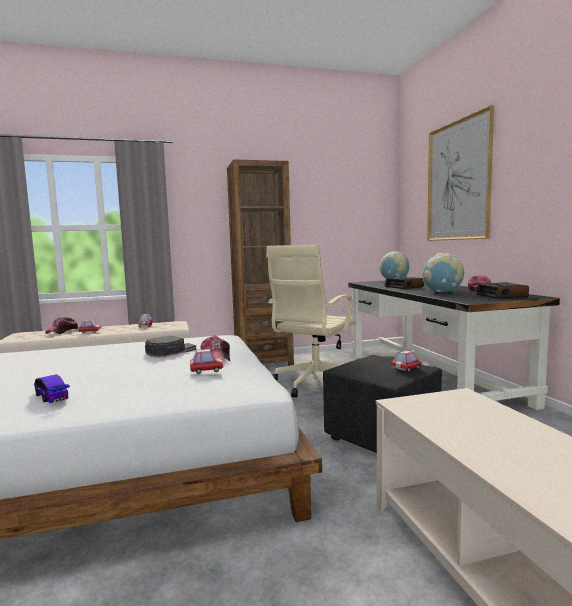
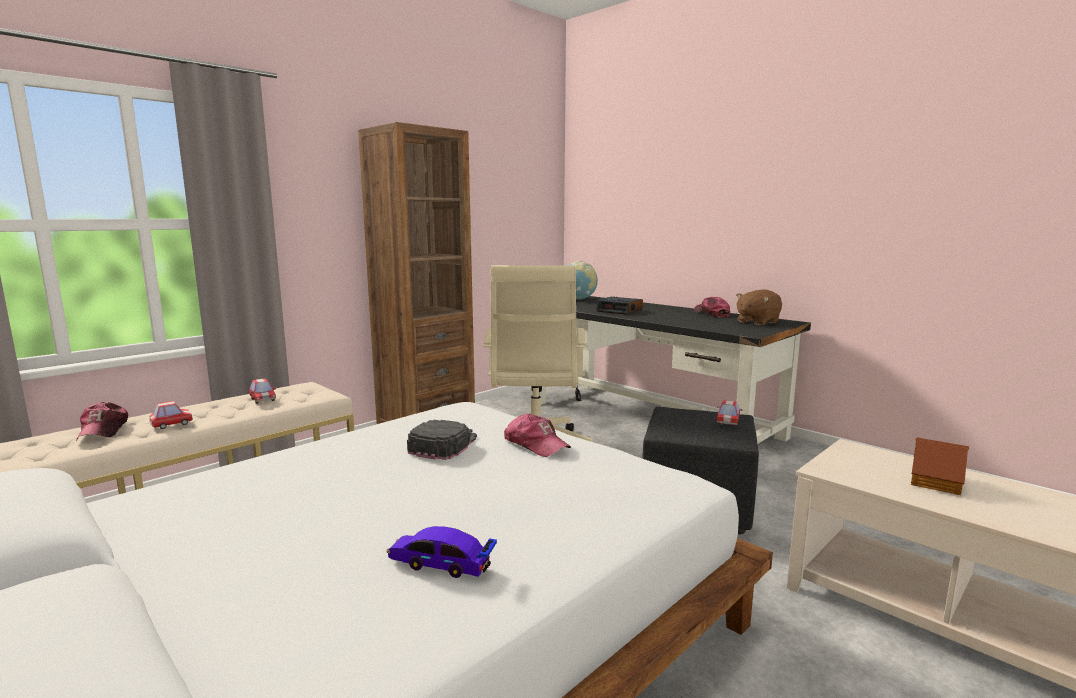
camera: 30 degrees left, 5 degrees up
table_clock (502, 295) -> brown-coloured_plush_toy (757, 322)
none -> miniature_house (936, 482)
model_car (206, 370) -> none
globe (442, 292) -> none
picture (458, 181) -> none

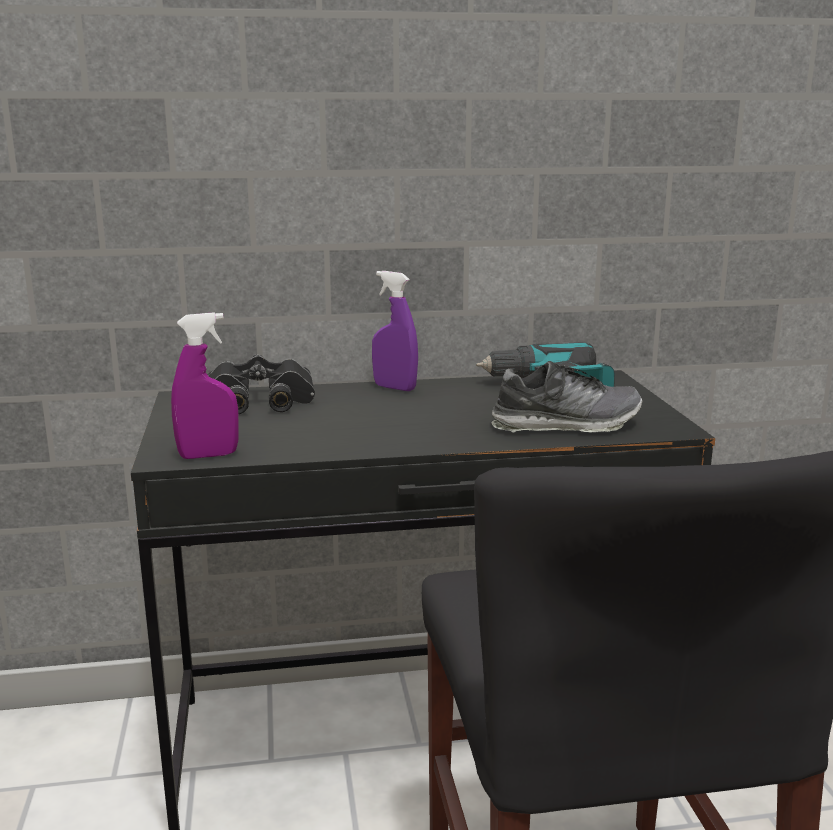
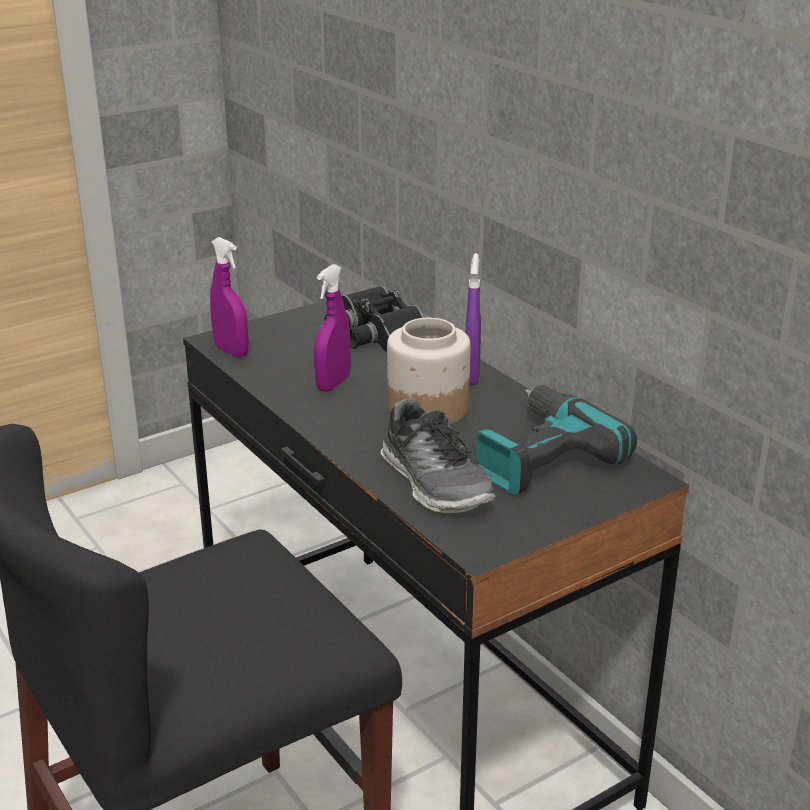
camera: 65 degrees right, 10 degrees up
none -> purplish_sprayer (333, 384)
none -> jar (427, 409)

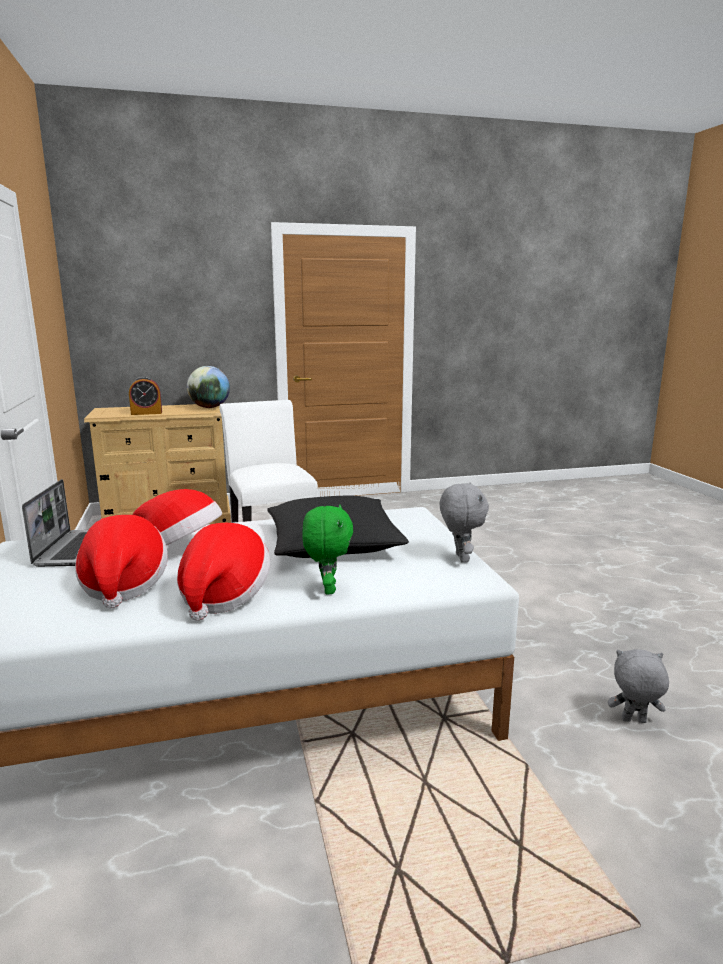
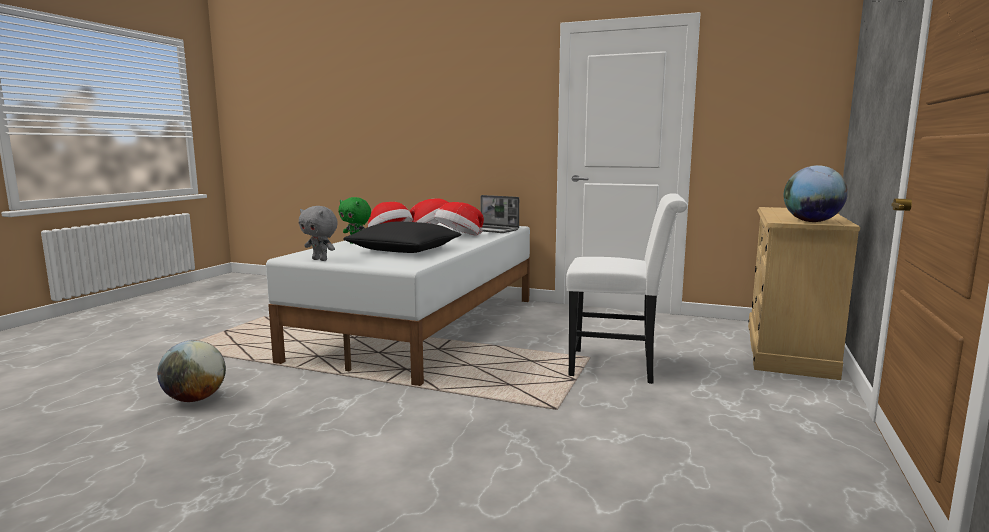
camera: 125 degrees right, 5 degrees down
greyish_plush_toy (633, 721) -> globe (195, 399)
table_clock (146, 413) -> none

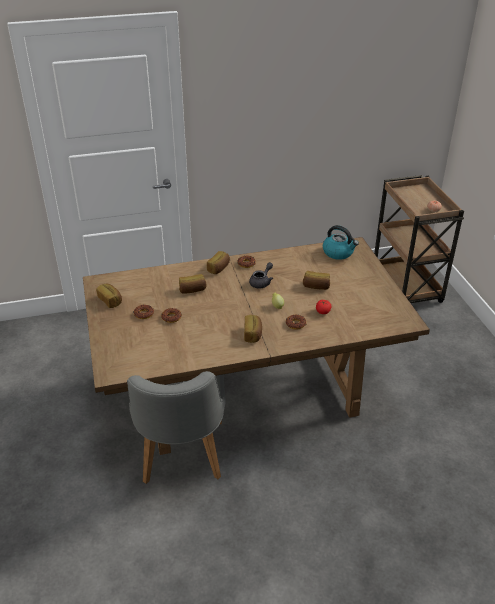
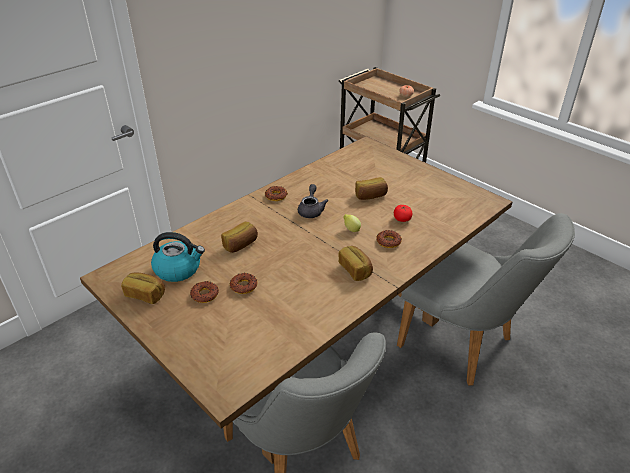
camera: 30 degrees left, 0 degrees up
kettle (338, 252) -> kettle (178, 269), moved
none -> greyish_chair (464, 346)
bakery_bread (219, 268) -> none

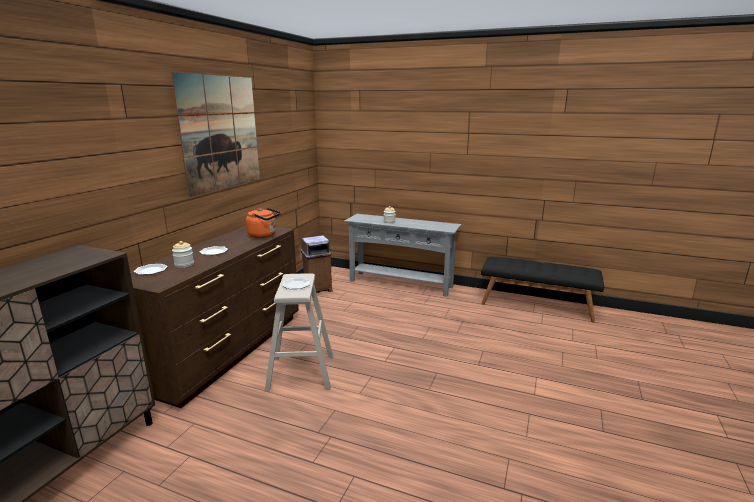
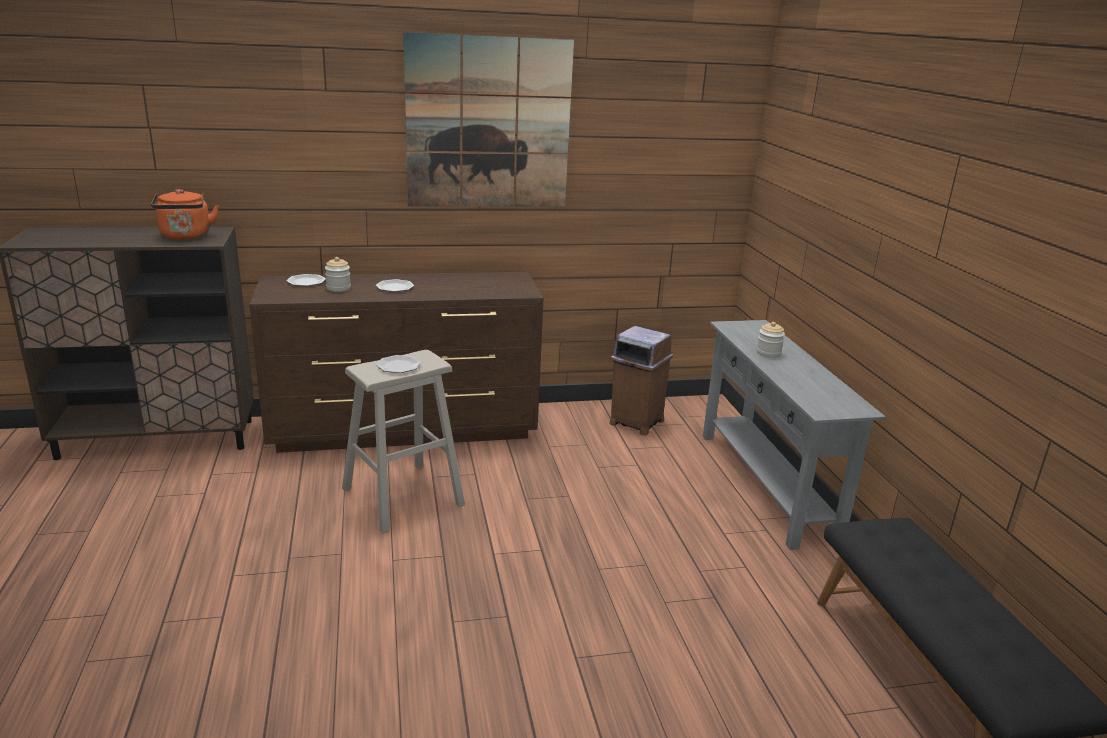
camera: 55 degrees right, 5 degrees up
orange_kettle (264, 235) -> orange_kettle (186, 237), moved

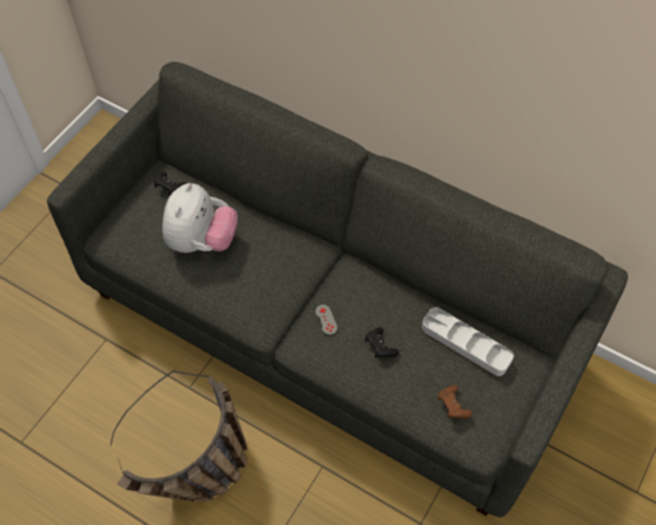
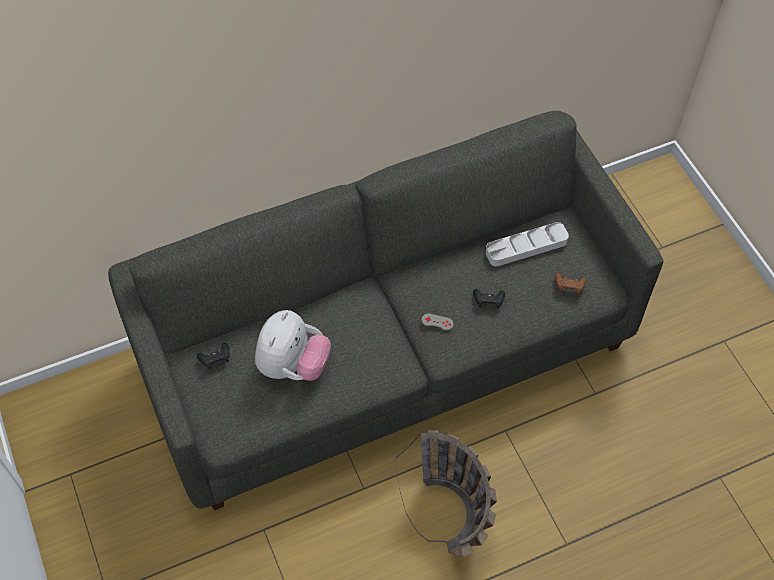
camera: 55 degrees left, 0 degrees up
plush_toy (202, 241) -> plush_toy (293, 365), 60 degrees clockwise

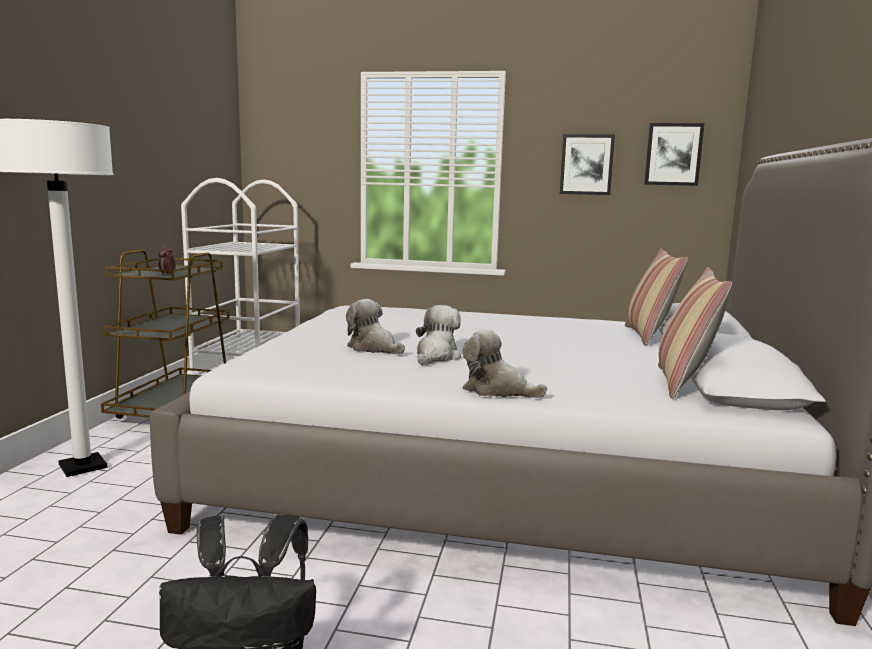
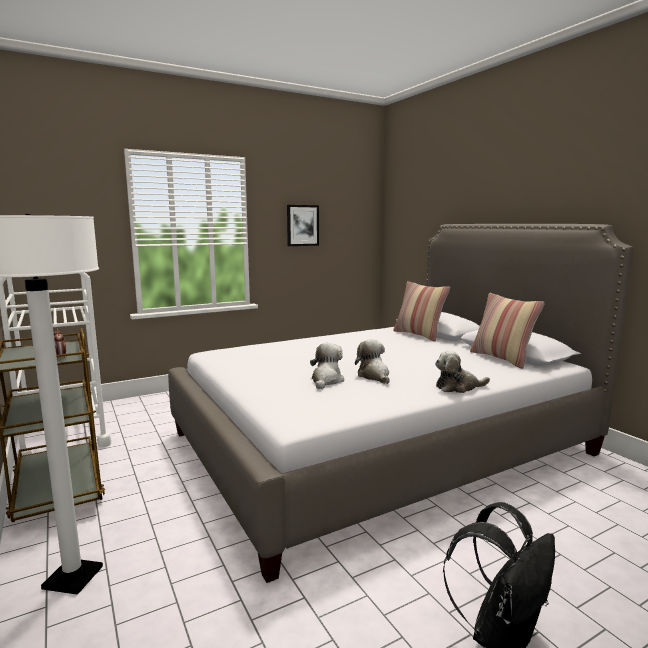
camera: 40 degrees left, 0 degrees up
plush_toy (374, 348) -> plush_toy (326, 380), 105 degrees clockwise
picture (673, 154) -> none

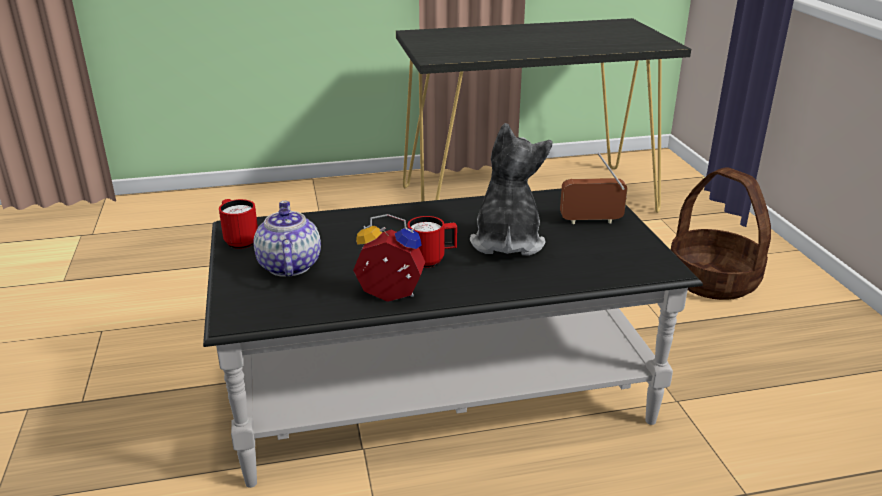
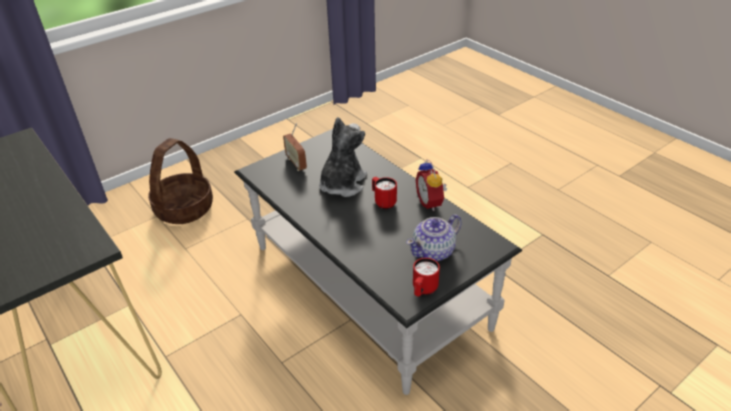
camera: 115 degrees left, 10 degrees up
plush_toy (506, 241) -> plush_toy (342, 184), 135 degrees clockwise

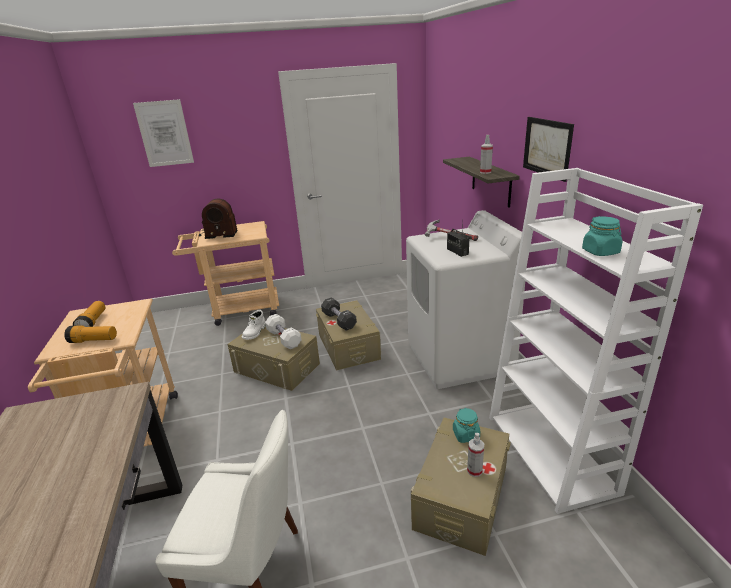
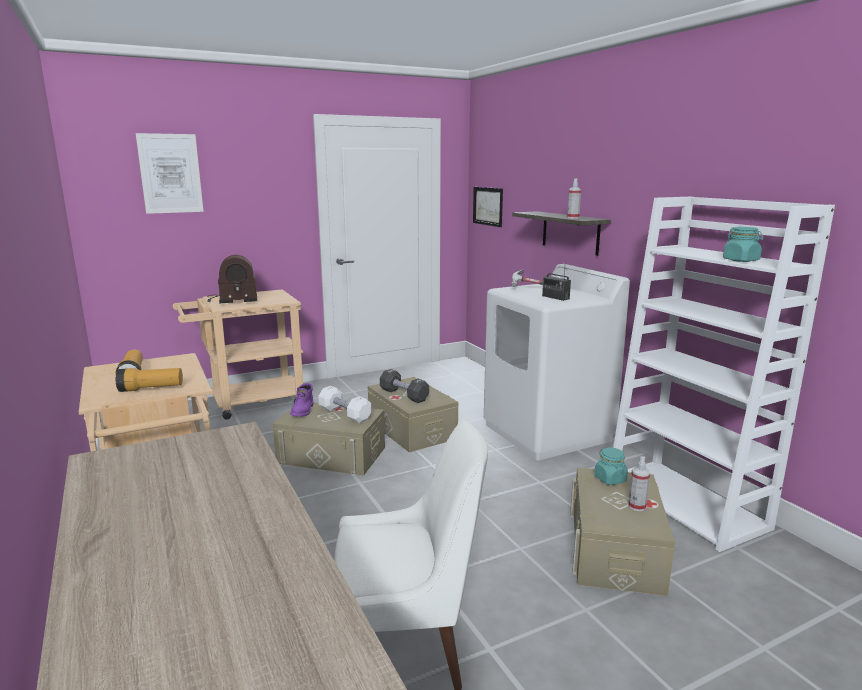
camera: 15 degrees left, 10 degrees down
white_tall_boot (255, 332) -> purplish_tall_boot (303, 411)
picture (547, 147) -> picture (488, 206), moved

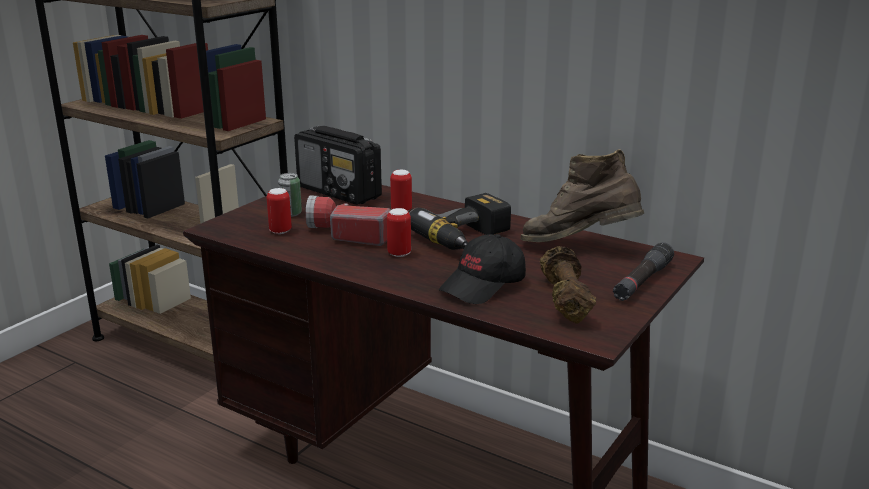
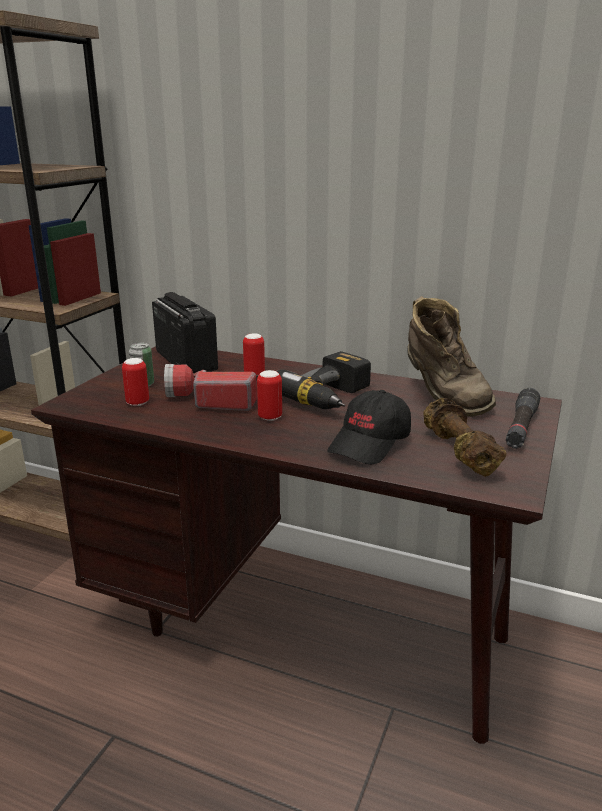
camera: 10 degrees left, 0 degrees up
radio (339, 192) -> radio (186, 361), 150 degrees counterclockwise
brown-coloured_tall_boot (579, 246) -> brown-coloured_tall_boot (442, 397), 120 degrees counterclockwise

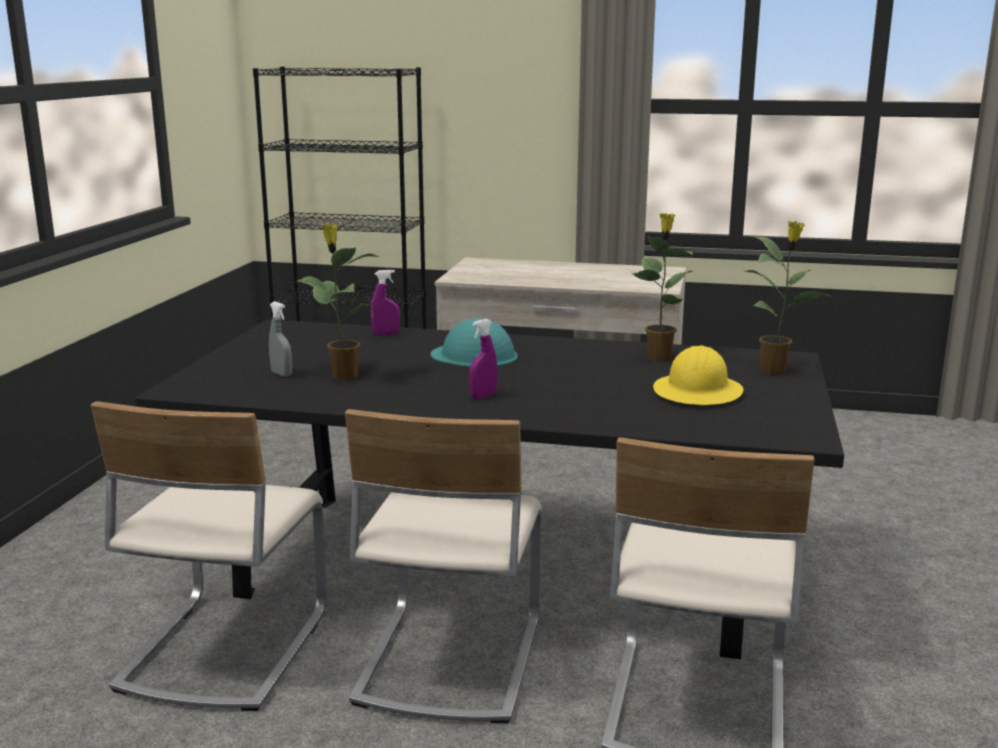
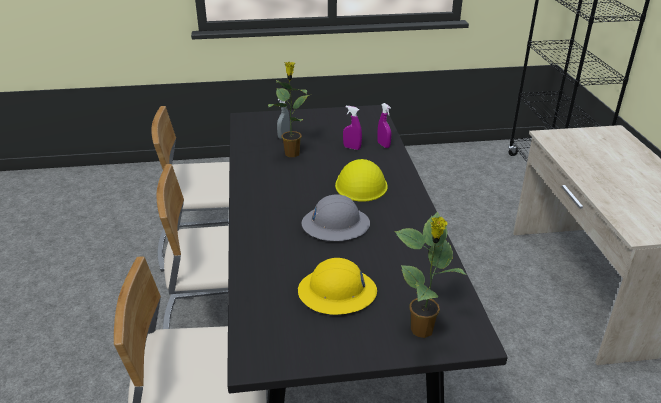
camera: 70 degrees right, 15 degrees up
none -> greyish_work_helmet (335, 224)
turquoise_work_helmet (474, 355) -> yellow-coloured_work_helmet (361, 184)
purplish_sprayer (483, 396) -> purplish_sprayer (352, 148), moved
houseplant (659, 358) -> none

